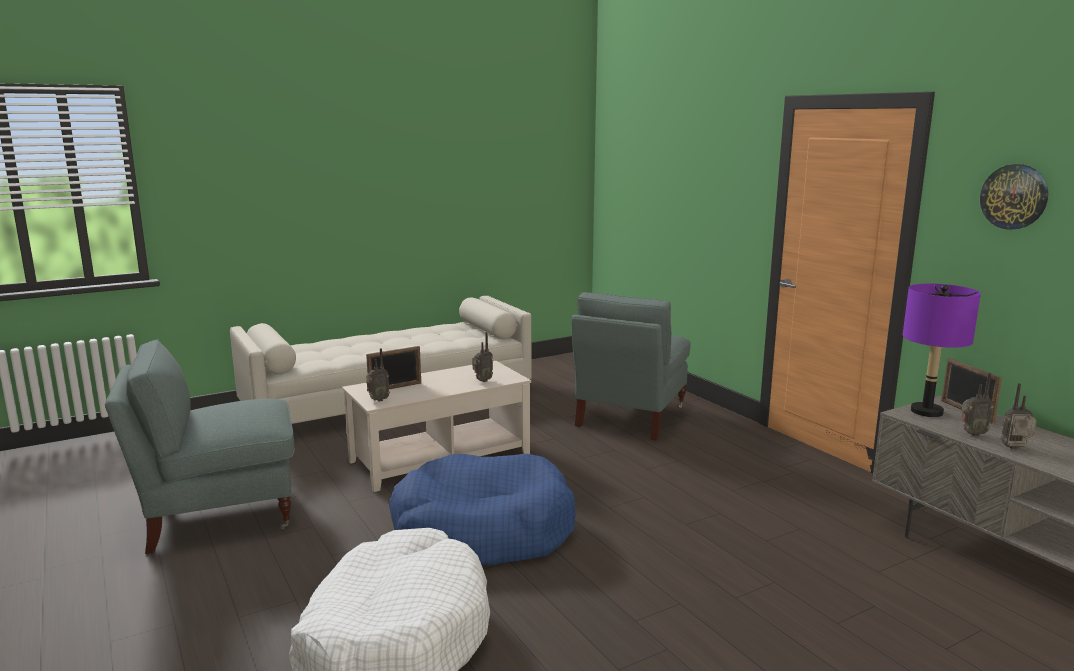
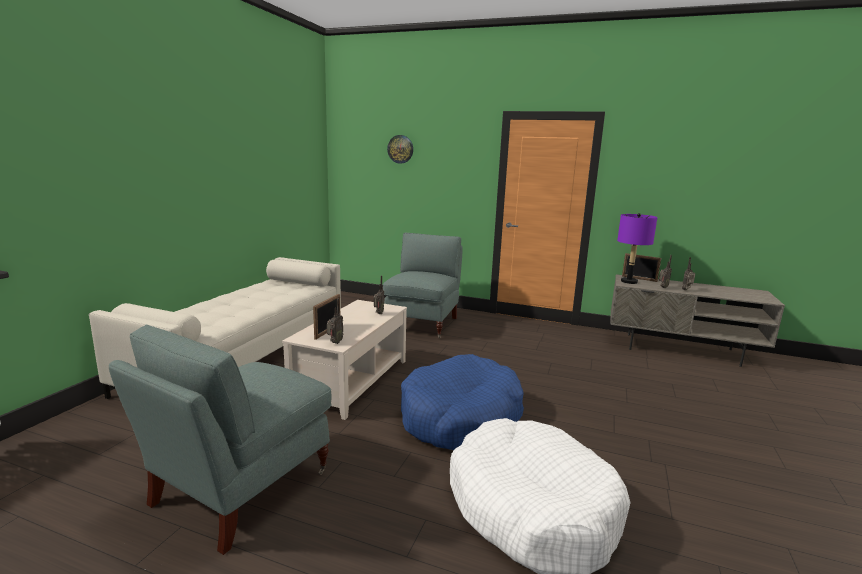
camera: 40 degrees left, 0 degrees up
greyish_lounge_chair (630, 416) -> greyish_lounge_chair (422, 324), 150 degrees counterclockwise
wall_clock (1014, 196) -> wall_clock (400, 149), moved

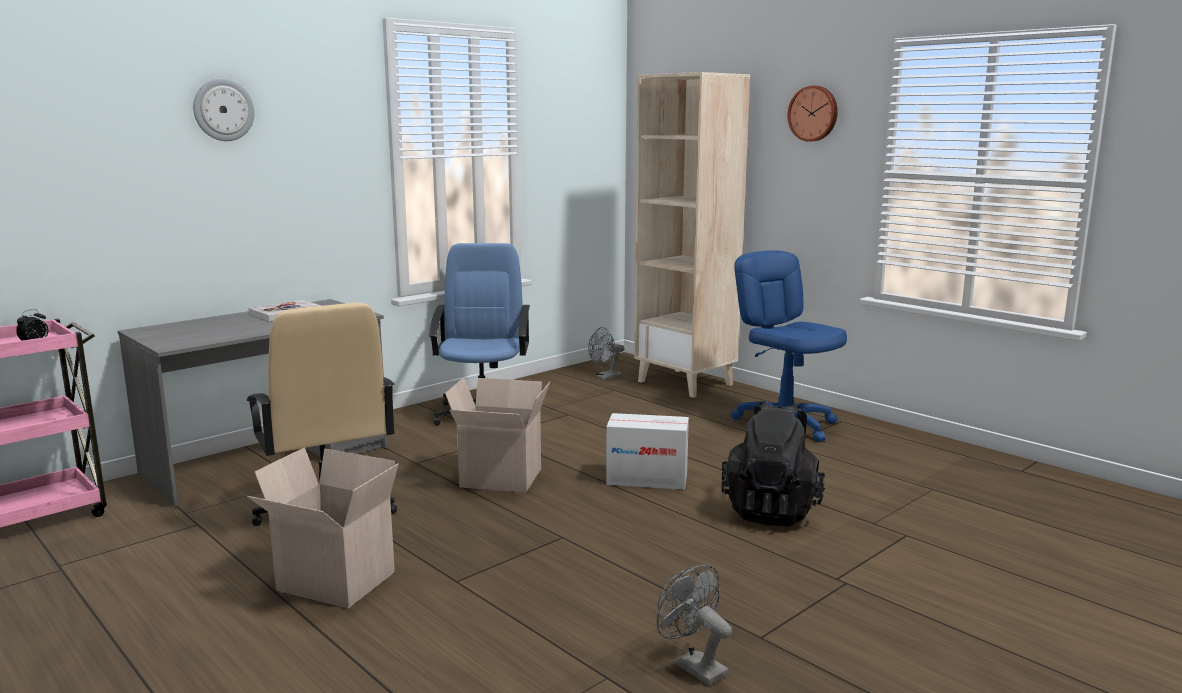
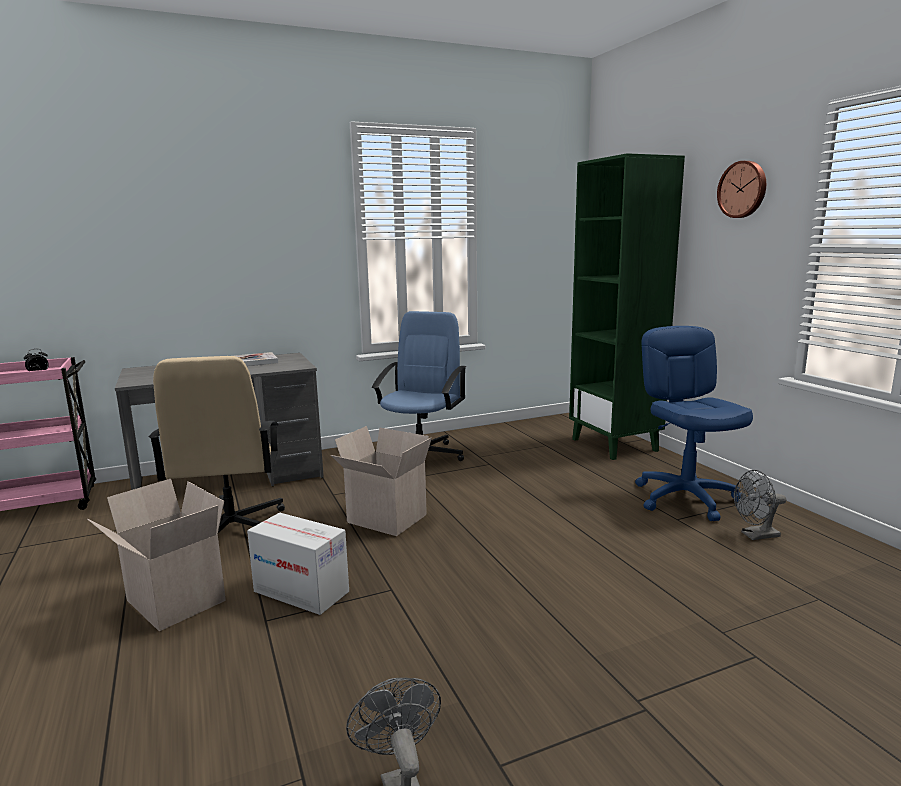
camera: 20 degrees right, 0 degrees up
cardboard_box (647, 479) -> cardboard_box (301, 591), moved
beige-coloured_shelving_unit (686, 383) -> green_shelving_unit (615, 445)
greyish_electric_fan (605, 377) -> greyish_electric_fan (755, 536), moved
wall_clock (223, 110) -> none
black-coloured_rucksack (772, 511) -> none

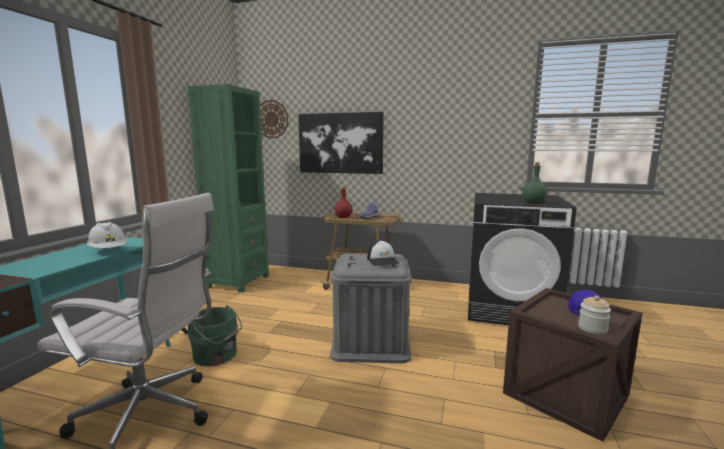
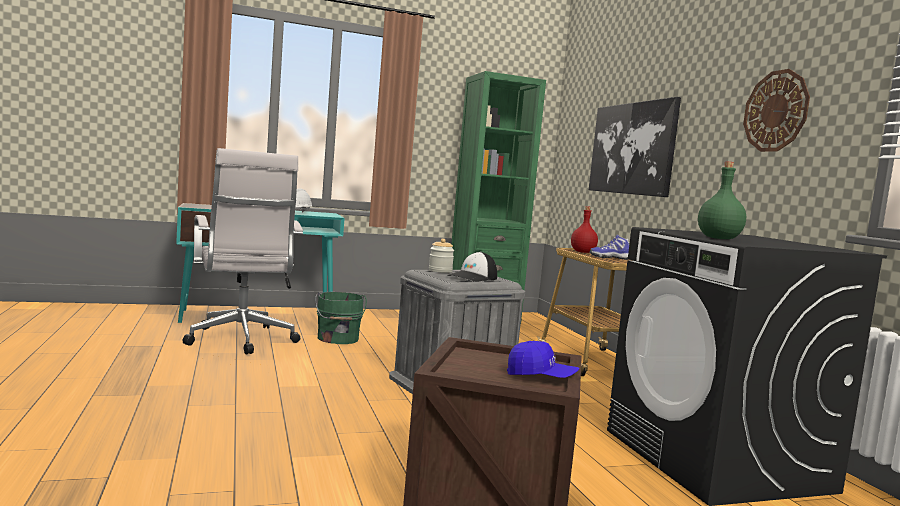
camera: 55 degrees right, 5 degrees down
jar (592, 328) -> jar (440, 271), moved
wall_clock (271, 119) -> wall_clock (776, 111), moved

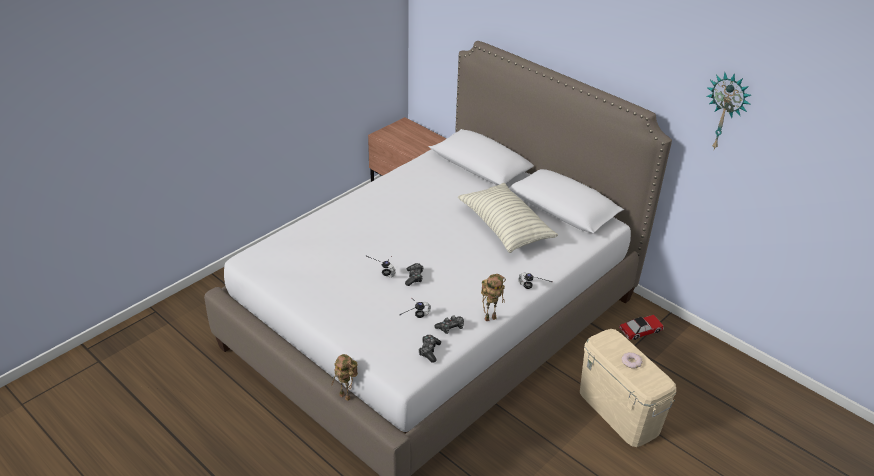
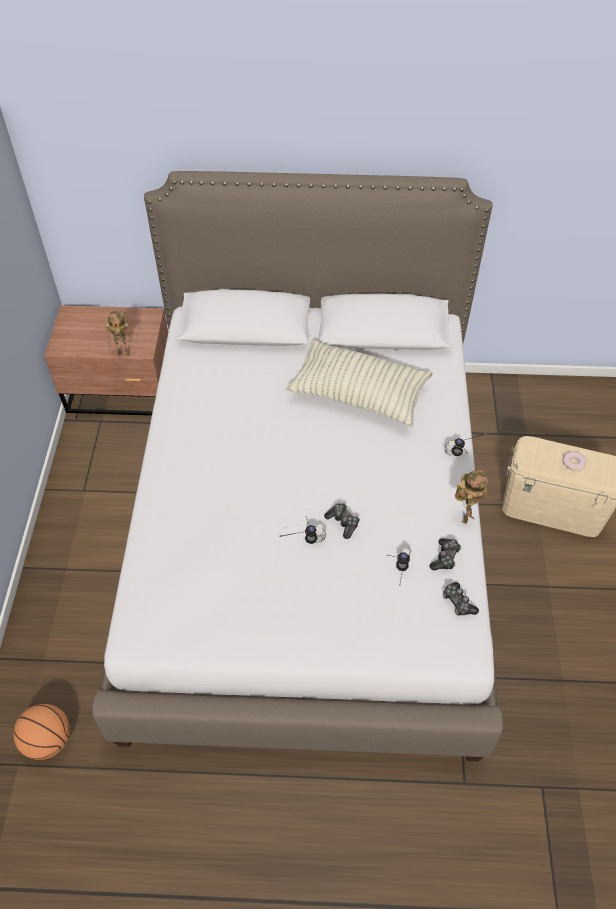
camera: 40 degrees left, 15 degrees up
none -> ball_for_basketball (48, 740)
toy_robot (346, 396) -> toy_robot (124, 353), moved
model_car (640, 330) -> none
wall_clock (725, 111) -> none

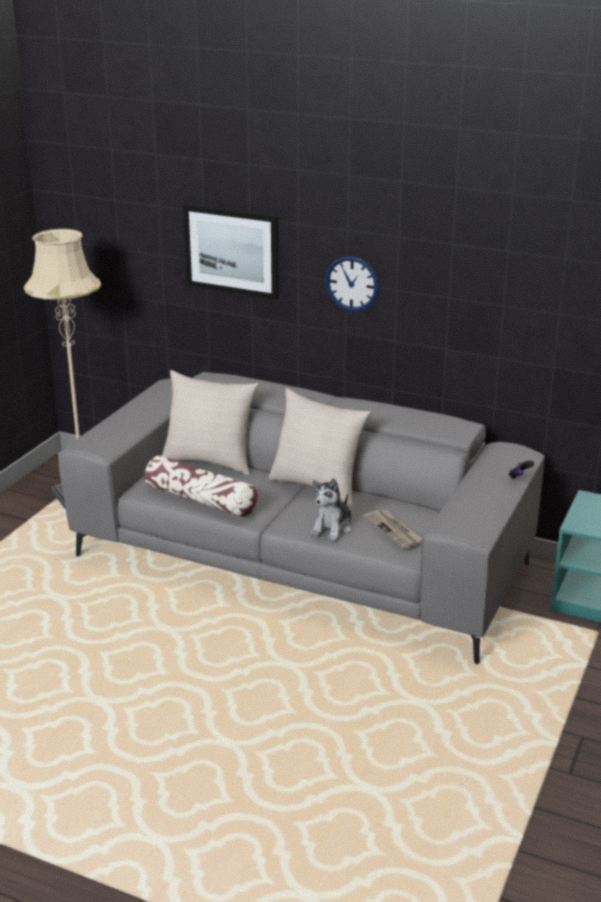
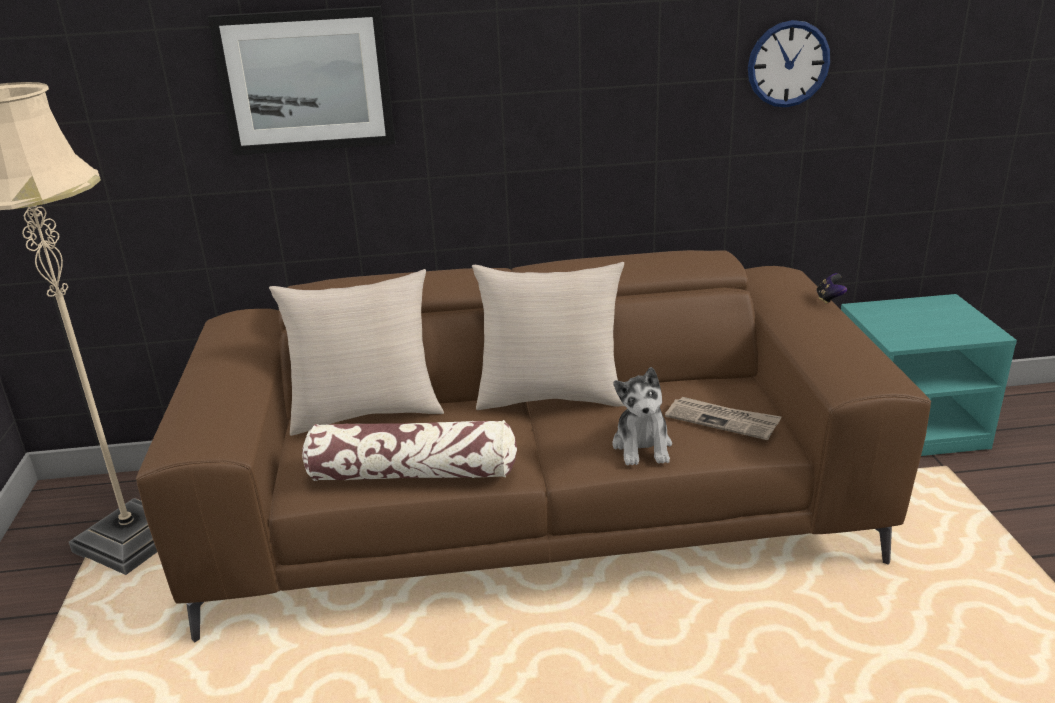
camera: 30 degrees left, 0 degrees up
greyish_couch (301, 560) -> brown-coloured_couch (534, 513)
wall_clock (352, 283) -> wall_clock (788, 64), moved

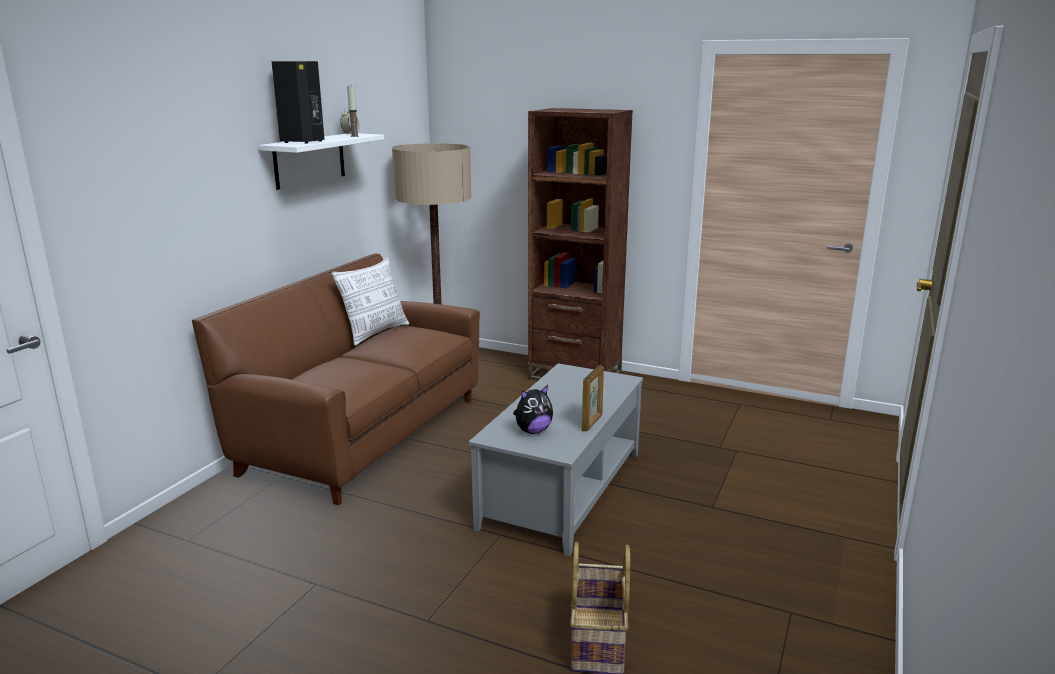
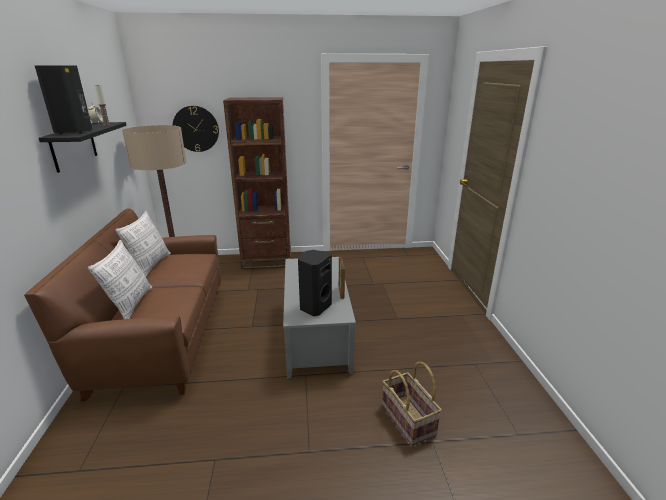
camera: 30 degrees left, 5 degrees up
white_wall_shelf (309, 160) -> black-coloured_wall_shelf (74, 146)
none -> throw_pillow (131, 304)
none -> wall_clock (196, 129)
plush_toy (533, 431) -> black-coloured_audio_speaker (314, 307)

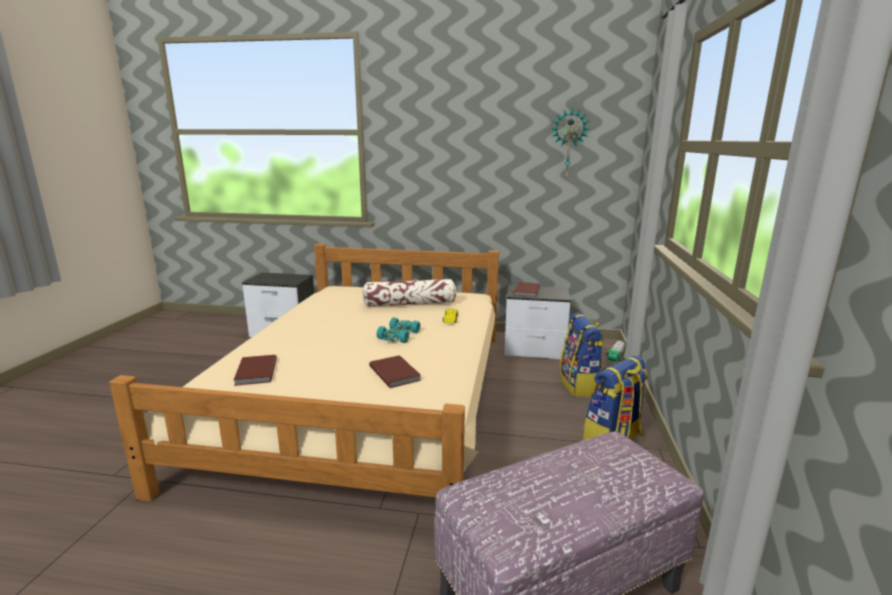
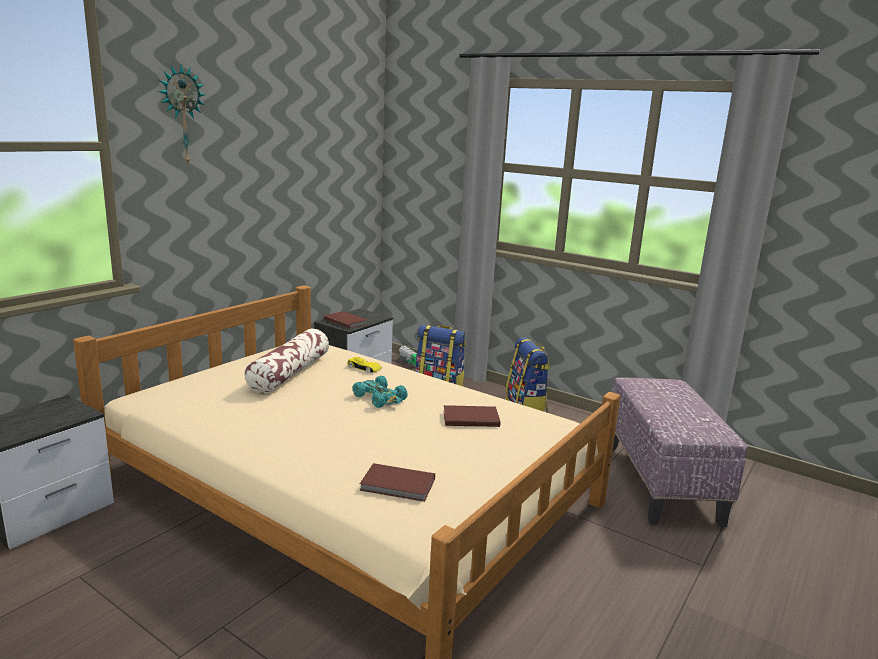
camera: 65 degrees left, 0 degrees up
wall_clock (568, 144) -> wall_clock (181, 115), moved

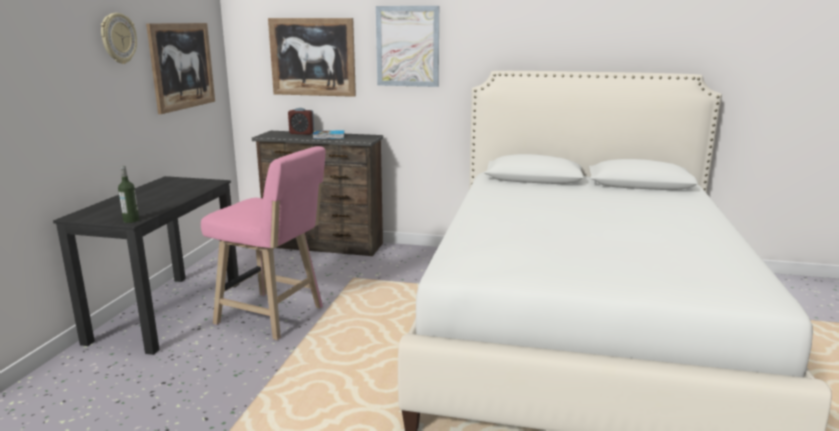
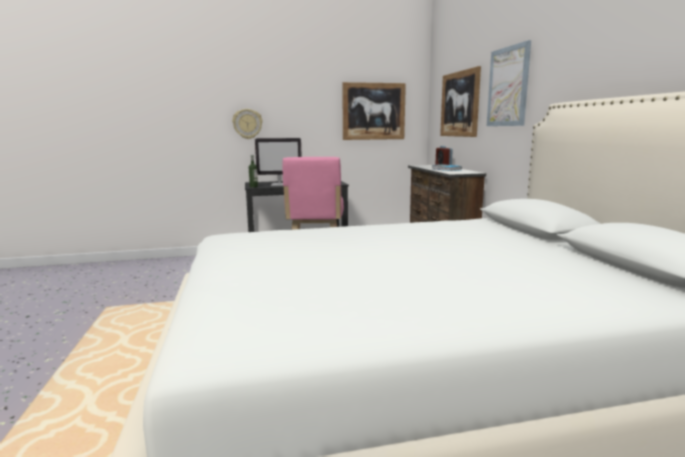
camera: 65 degrees right, 5 degrees down
wall_clock (118, 38) -> wall_clock (247, 124), moved
none -> computer_display (279, 185)

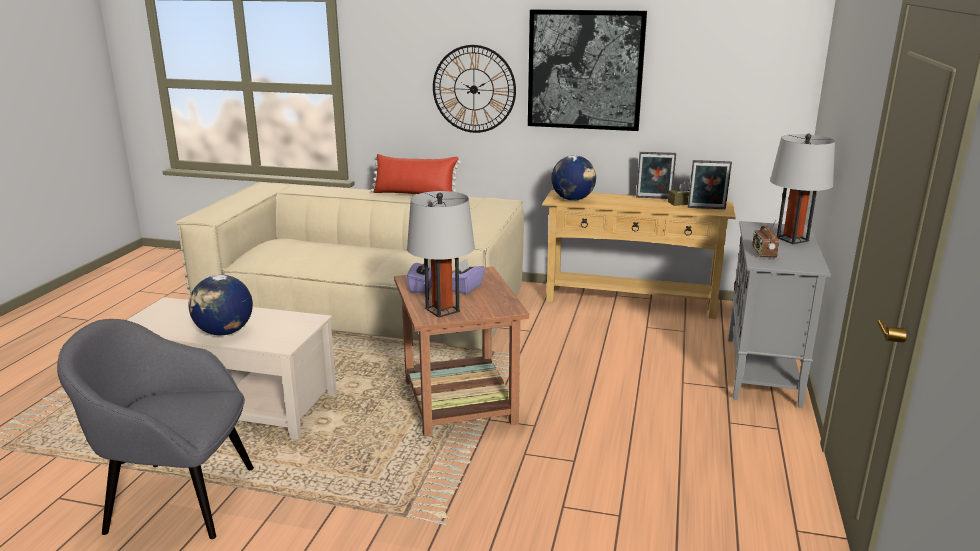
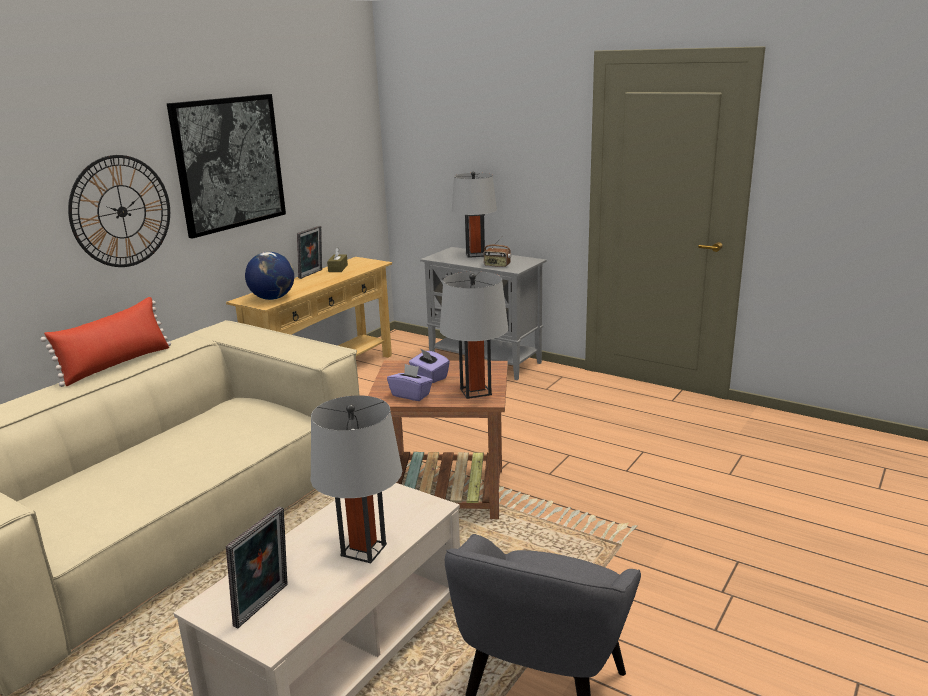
camera: 70 degrees left, 0 degrees up
photo_frame (706, 208) -> photo_frame (264, 606), moved
globe (224, 332) -> greyish_table_lamp (364, 550)

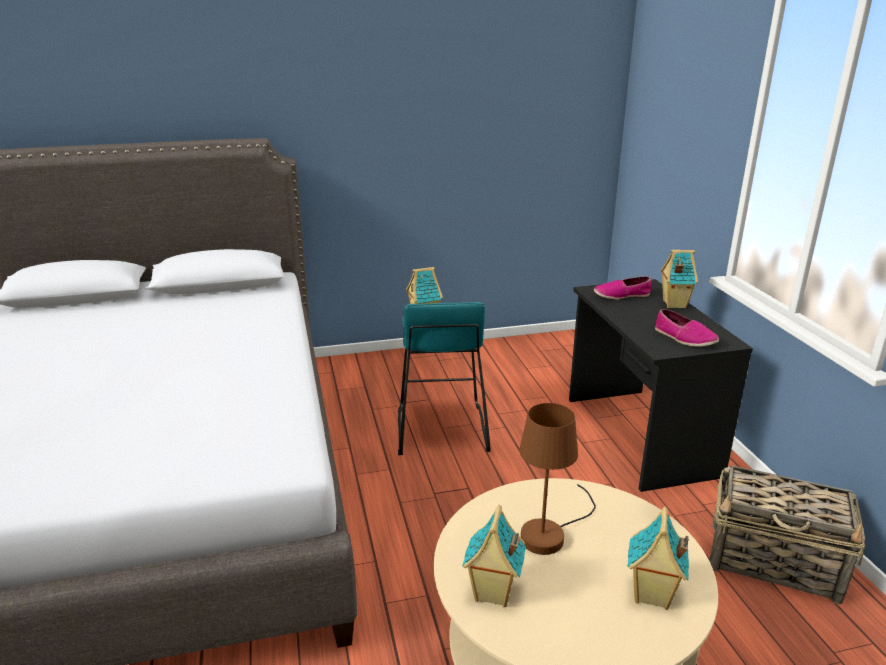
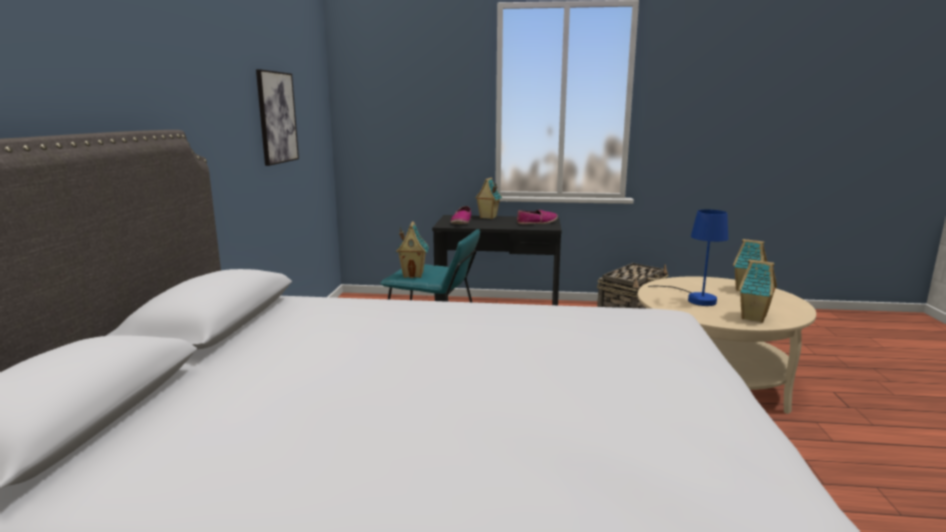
camera: 70 degrees left, 10 degrees down
none -> picture (277, 117)
brown-coloured_table_lamp (550, 533) -> bluish_table_lamp (695, 299)

